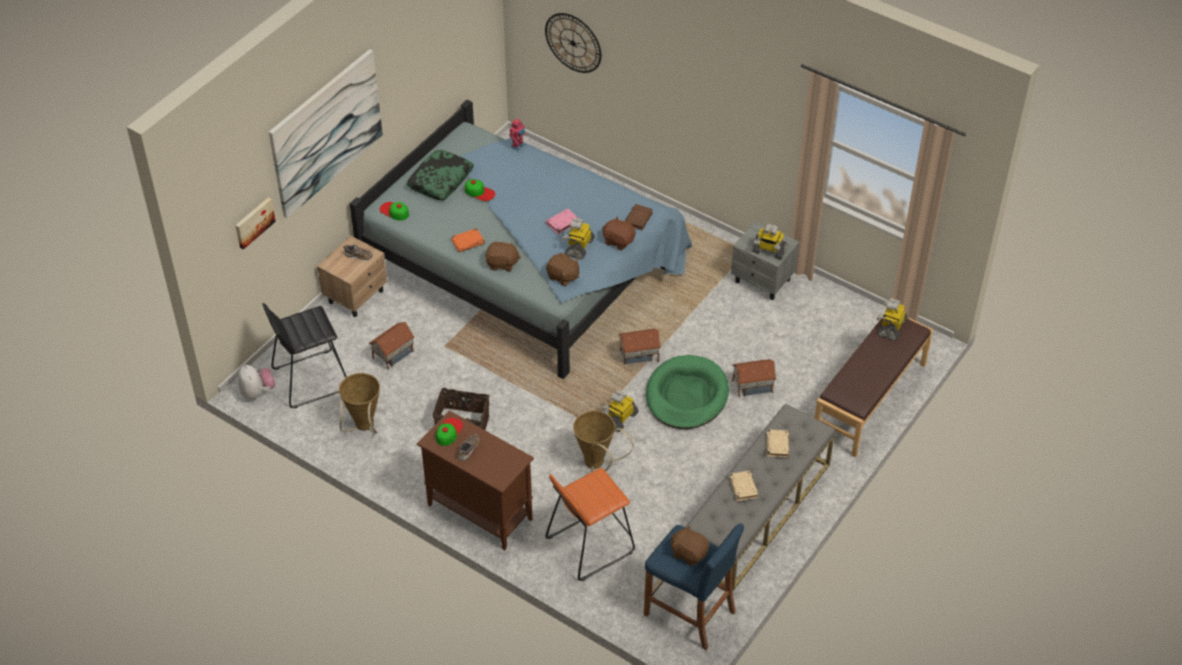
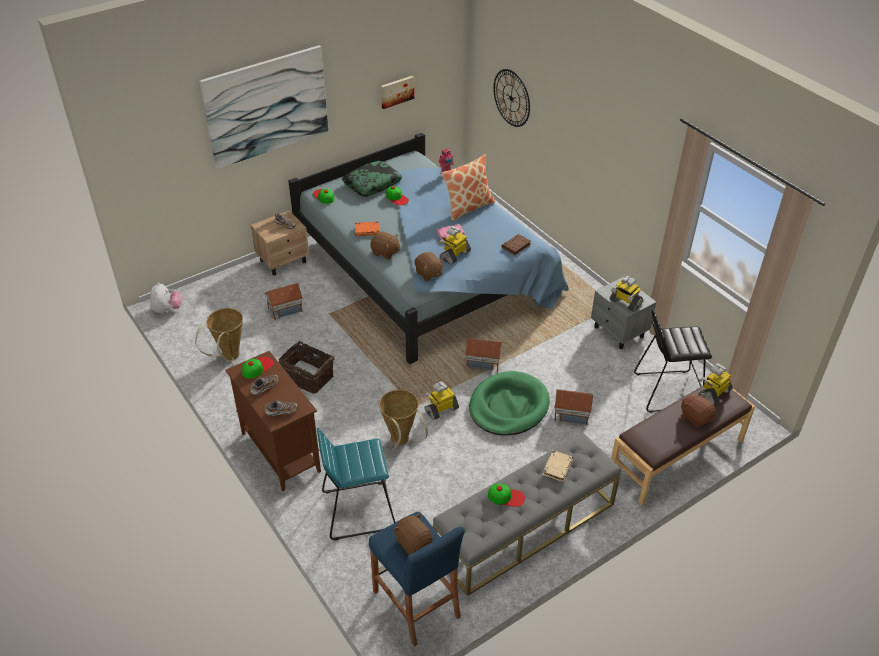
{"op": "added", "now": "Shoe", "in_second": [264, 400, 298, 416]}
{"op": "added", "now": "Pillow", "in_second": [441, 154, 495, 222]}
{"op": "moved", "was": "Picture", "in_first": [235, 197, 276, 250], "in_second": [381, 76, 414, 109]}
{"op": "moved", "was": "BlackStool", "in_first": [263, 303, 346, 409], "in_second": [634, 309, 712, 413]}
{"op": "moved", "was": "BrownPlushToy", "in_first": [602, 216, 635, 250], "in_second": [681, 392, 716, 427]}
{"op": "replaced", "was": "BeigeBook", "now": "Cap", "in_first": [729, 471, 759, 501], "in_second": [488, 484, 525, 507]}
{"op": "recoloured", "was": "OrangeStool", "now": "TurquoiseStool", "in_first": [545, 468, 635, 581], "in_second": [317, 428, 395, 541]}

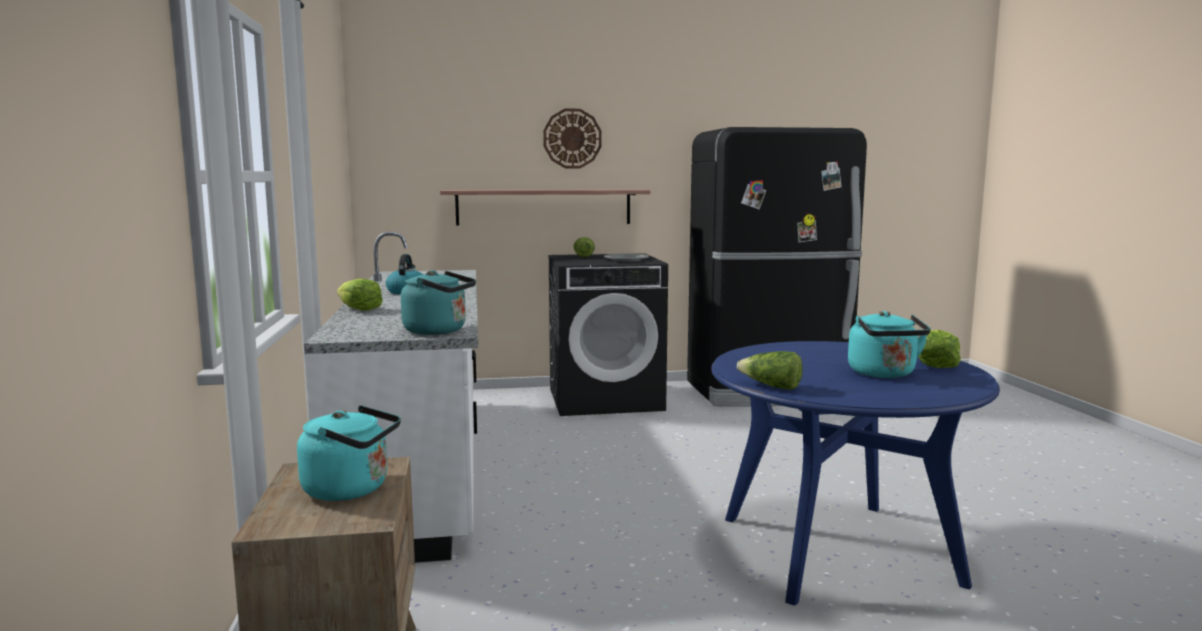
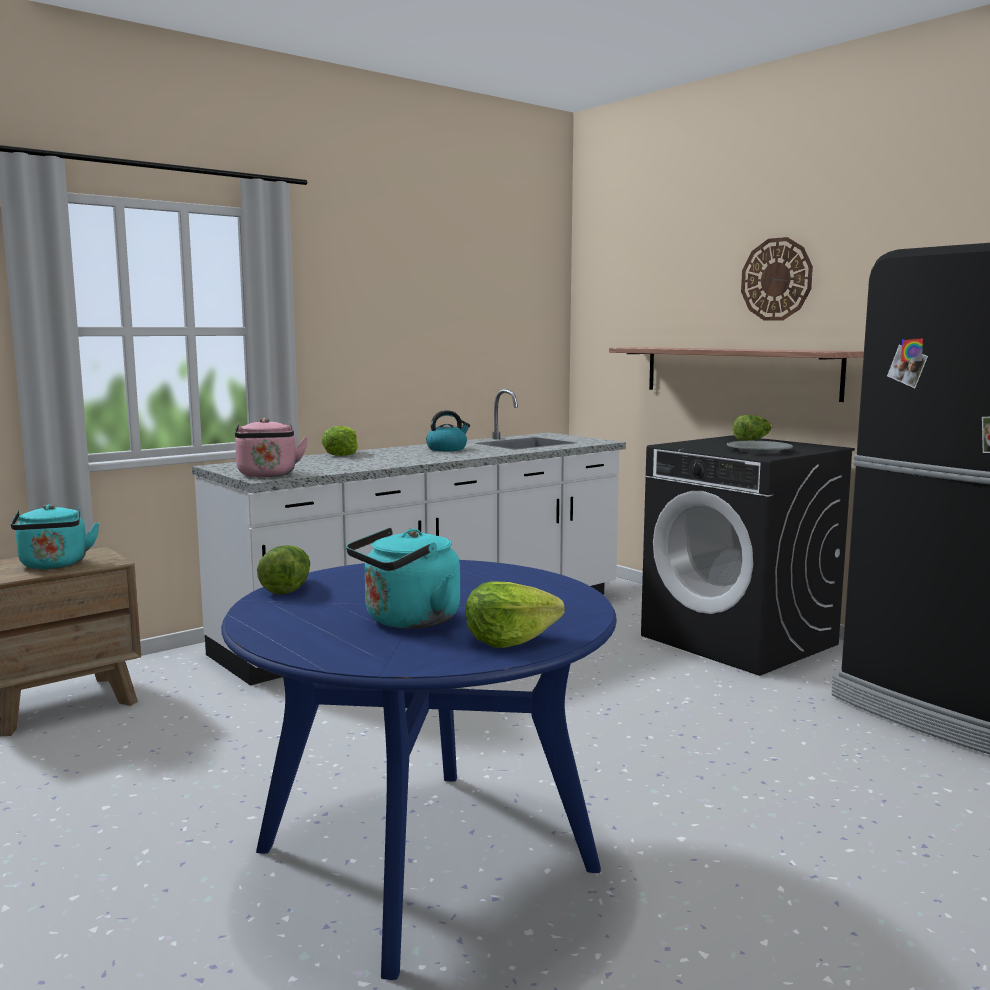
{"op": "recoloured", "was": "TurquoiseKettle", "now": "PinkKettle", "in_first": [401, 270, 476, 335], "in_second": [235, 418, 308, 477]}

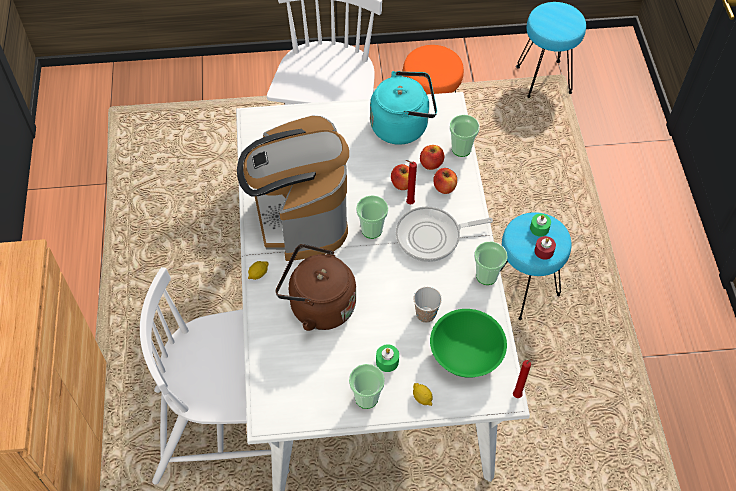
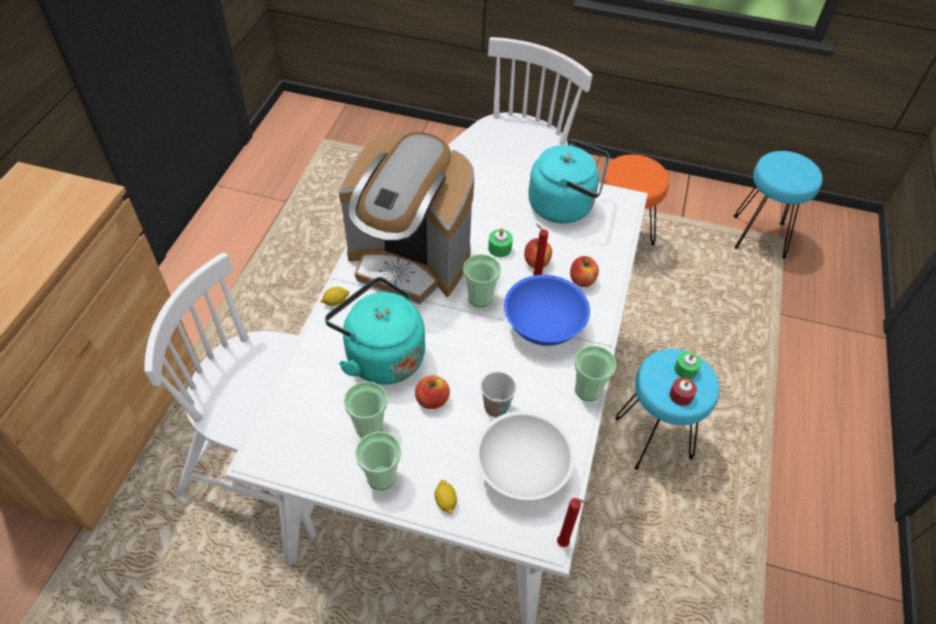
{"op": "moved", "was": "GreenCandle", "in_first": [376, 345, 399, 372], "in_second": [488, 228, 513, 257]}
{"op": "moved", "was": "Apple", "in_first": [420, 145, 444, 170], "in_second": [415, 376, 450, 409]}
{"op": "moved", "was": "Cup", "in_first": [450, 115, 480, 157], "in_second": [344, 381, 388, 437]}
{"op": "replaced", "was": "FryingPan", "now": "BlueBowl", "in_first": [396, 206, 493, 262], "in_second": [504, 275, 590, 346]}
{"op": "recoloured", "was": "BrownKettle", "now": "TurquoiseKettle", "in_first": [276, 244, 356, 331], "in_second": [325, 277, 425, 385]}
{"op": "recoloured", "was": "GreenBowl", "now": "WhiteBowl", "in_first": [430, 309, 507, 378], "in_second": [475, 411, 574, 500]}
{"op": "turned", "was": "CoffeeMachine", "in_first": [237, 116, 349, 261], "in_second": [339, 132, 474, 304], "clockwise": -75}

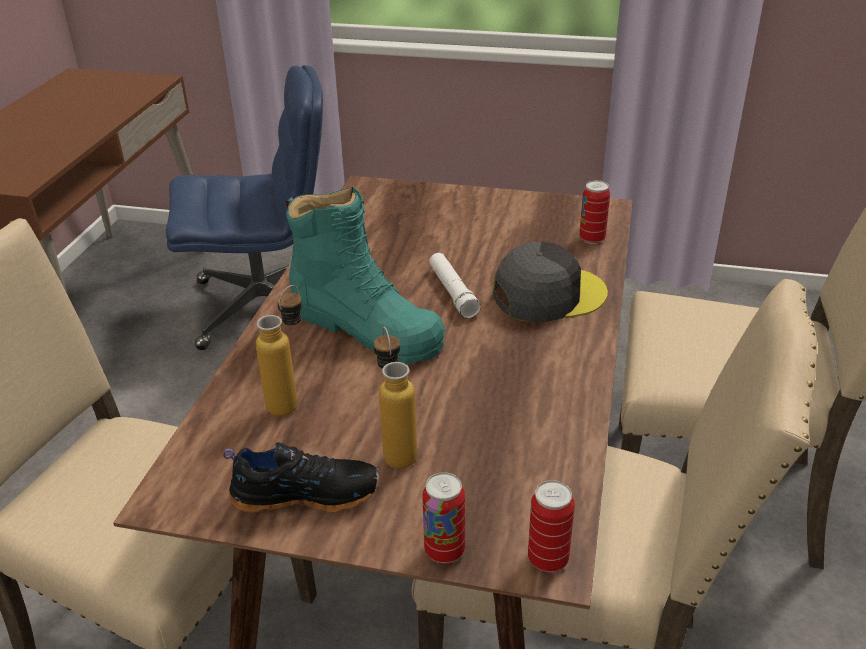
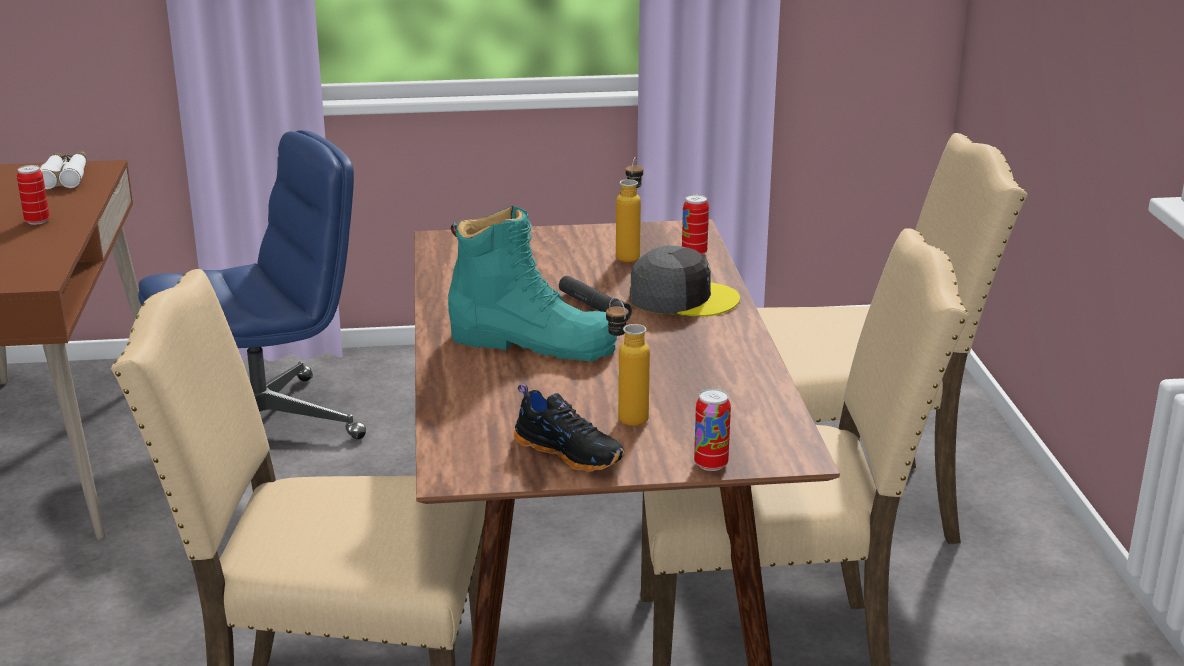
{"op": "added", "now": "WhiteBinoculars", "in_second": [40, 152, 87, 189]}
{"op": "moved", "was": "Bottle", "in_first": [256, 285, 302, 416], "in_second": [616, 157, 643, 262]}
{"op": "moved", "was": "Can", "in_first": [528, 480, 575, 572], "in_second": [17, 165, 50, 225]}
{"op": "recoloured", "was": "WhiteFlashlight", "now": "BlackFlashlight", "in_first": [429, 253, 481, 318], "in_second": [559, 276, 632, 322]}
{"op": "turned", "was": "BlackShoe", "in_first": [224, 442, 380, 513], "in_second": [513, 383, 625, 472], "clockwise": 60}
{"op": "turned", "was": "GreyCap", "in_first": [493, 242, 608, 322], "in_second": [630, 246, 740, 317], "clockwise": 45}

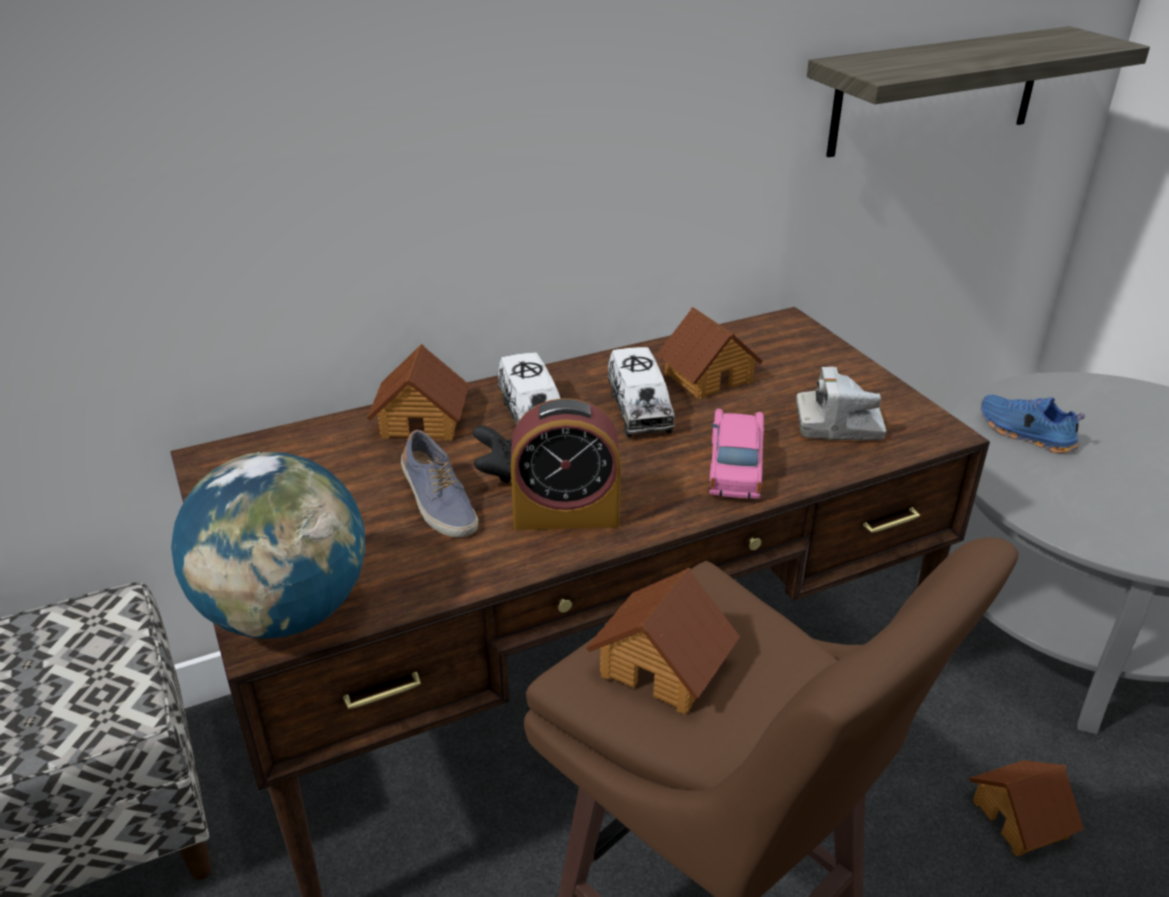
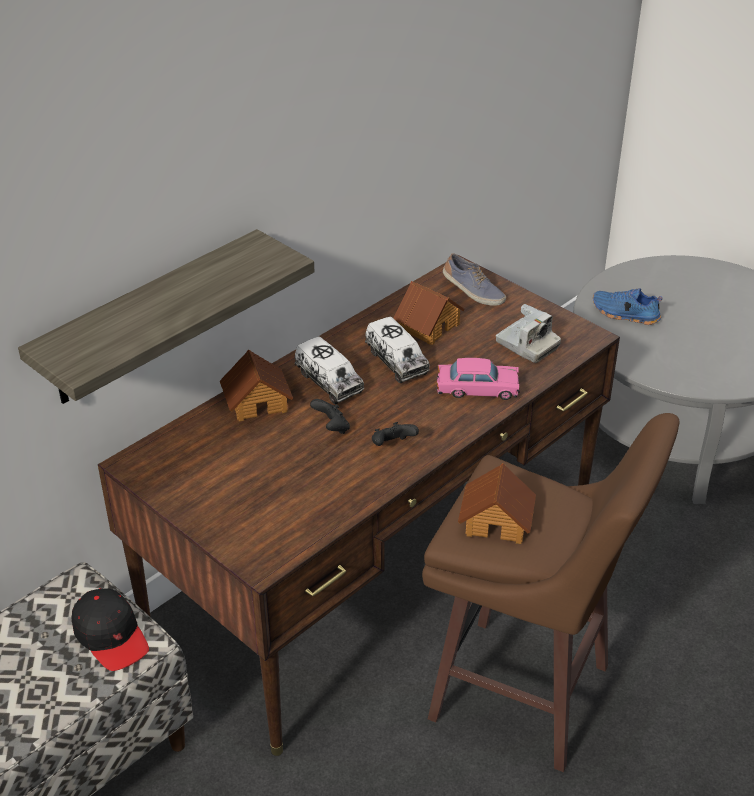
{"op": "removed", "was": "Globe", "in_first": [171, 452, 365, 638]}
{"op": "removed", "was": "ToyHouse", "in_first": [969, 760, 1084, 856]}
{"op": "added", "now": "BlackCap", "in_second": [72, 588, 149, 671]}
{"op": "moved", "was": "Shoe", "in_first": [401, 430, 478, 537], "in_second": [443, 253, 506, 306]}
{"op": "moved", "was": "Shelf", "in_first": [807, 26, 1150, 157], "in_second": [18, 229, 314, 404]}
{"op": "replaced", "was": "AlarmClock", "now": "BlackGameController", "in_first": [511, 398, 621, 530], "in_second": [372, 422, 419, 446]}
{"op": "turned", "was": "PinkToyCar", "in_first": [709, 409, 764, 499], "in_second": [437, 358, 520, 400], "clockwise": 105}
{"op": "turned", "was": "PhotoCamera", "in_first": [796, 367, 886, 441], "in_second": [496, 304, 561, 363], "clockwise": -120}

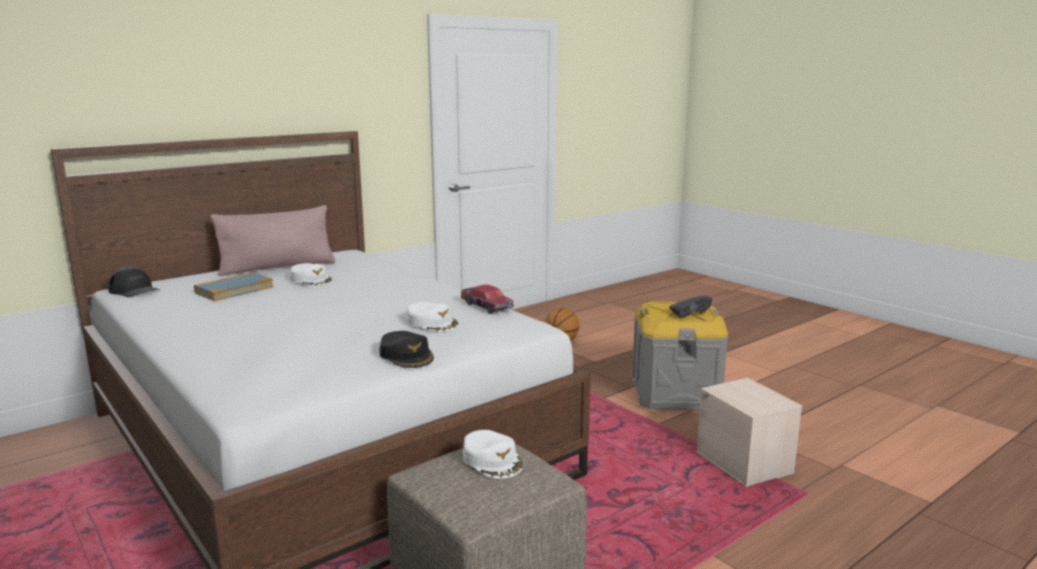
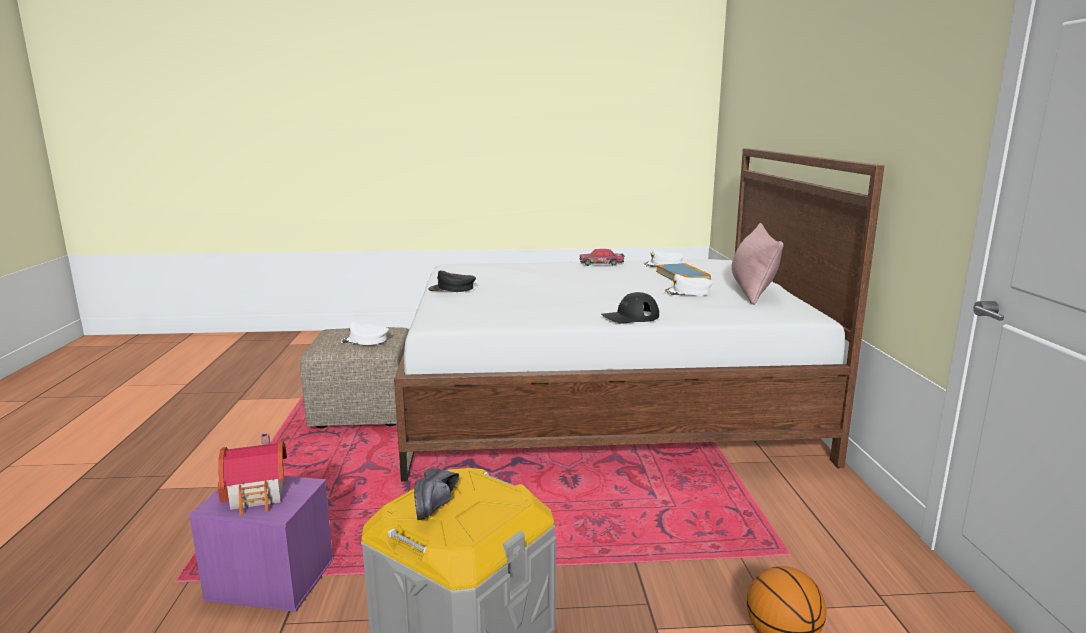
{"op": "added", "now": "ToyHouse", "in_second": [218, 433, 287, 516]}
{"op": "moved", "was": "BlackCap", "in_first": [108, 267, 160, 297], "in_second": [601, 292, 659, 324]}
{"op": "moved", "was": "WhiteCap", "in_first": [406, 302, 459, 332], "in_second": [643, 250, 684, 267]}
{"op": "moved", "was": "ToyCar", "in_first": [461, 285, 514, 314], "in_second": [580, 249, 625, 266]}
{"op": "recoloured", "was": "BeigeStorageBox", "now": "PurpleStorageBox", "in_first": [696, 378, 802, 487], "in_second": [189, 476, 334, 612]}

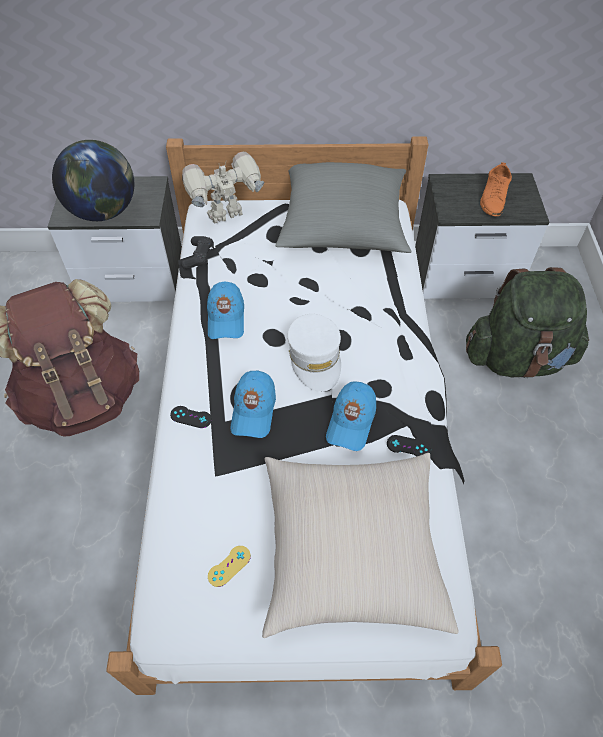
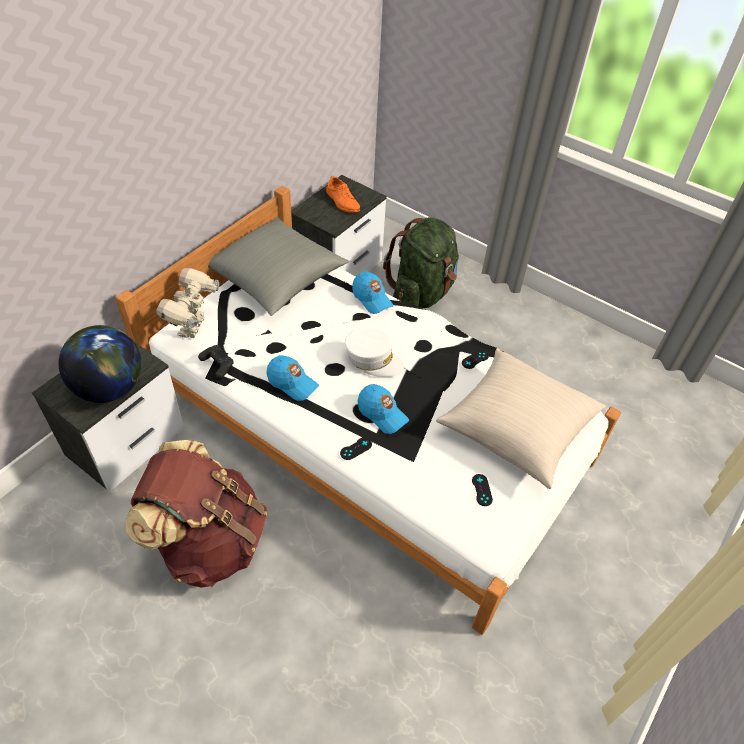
{"op": "moved", "was": "BlueCap", "in_first": [326, 381, 376, 451], "in_second": [352, 271, 394, 314]}
{"op": "recoloured", "was": "YellowGameController", "now": "BlackGameController", "in_first": [208, 546, 251, 587], "in_second": [472, 474, 493, 506]}

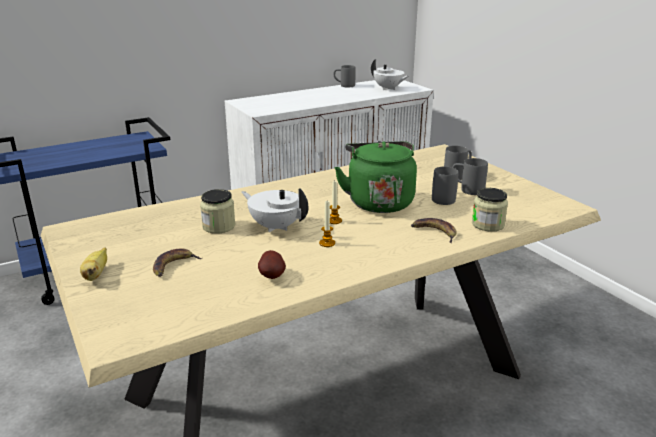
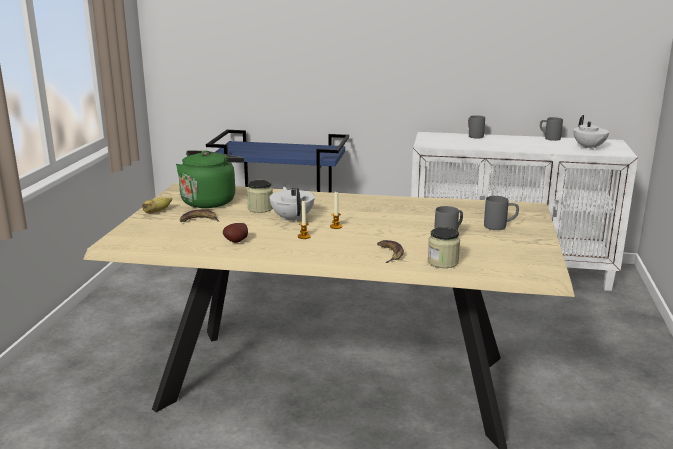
{"op": "moved", "was": "GreenKettle", "in_first": [334, 141, 417, 213], "in_second": [176, 151, 244, 208]}
{"op": "moved", "was": "GreyMug", "in_first": [452, 158, 488, 195], "in_second": [468, 115, 485, 138]}

